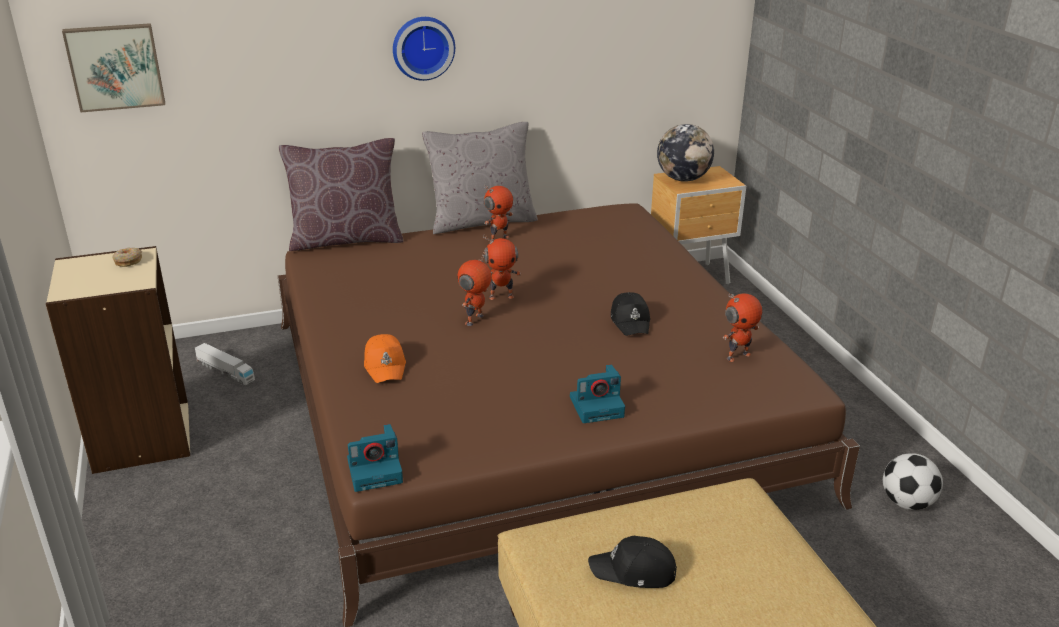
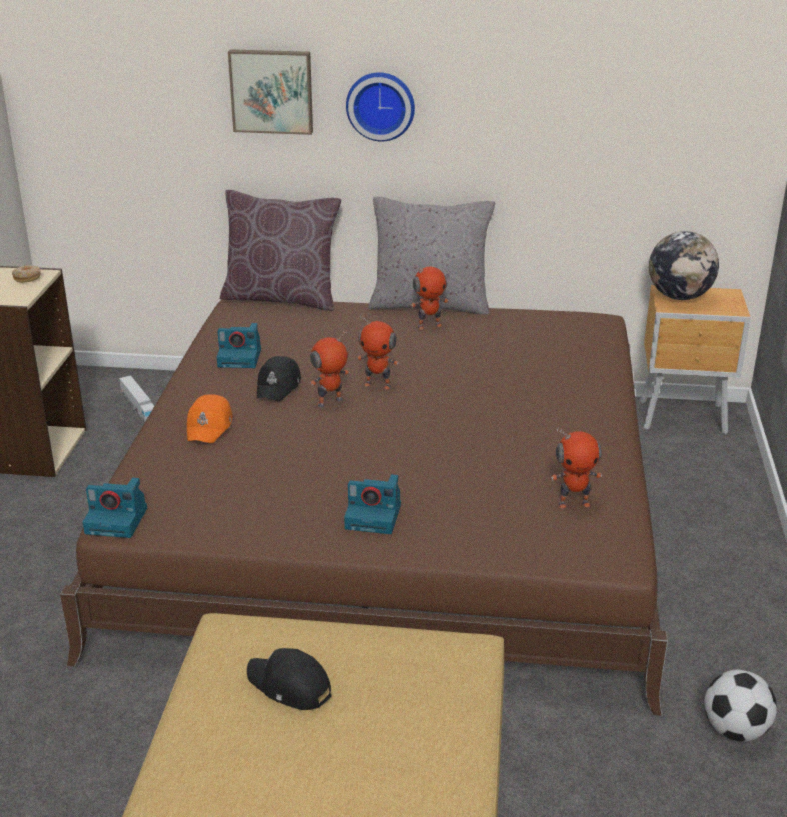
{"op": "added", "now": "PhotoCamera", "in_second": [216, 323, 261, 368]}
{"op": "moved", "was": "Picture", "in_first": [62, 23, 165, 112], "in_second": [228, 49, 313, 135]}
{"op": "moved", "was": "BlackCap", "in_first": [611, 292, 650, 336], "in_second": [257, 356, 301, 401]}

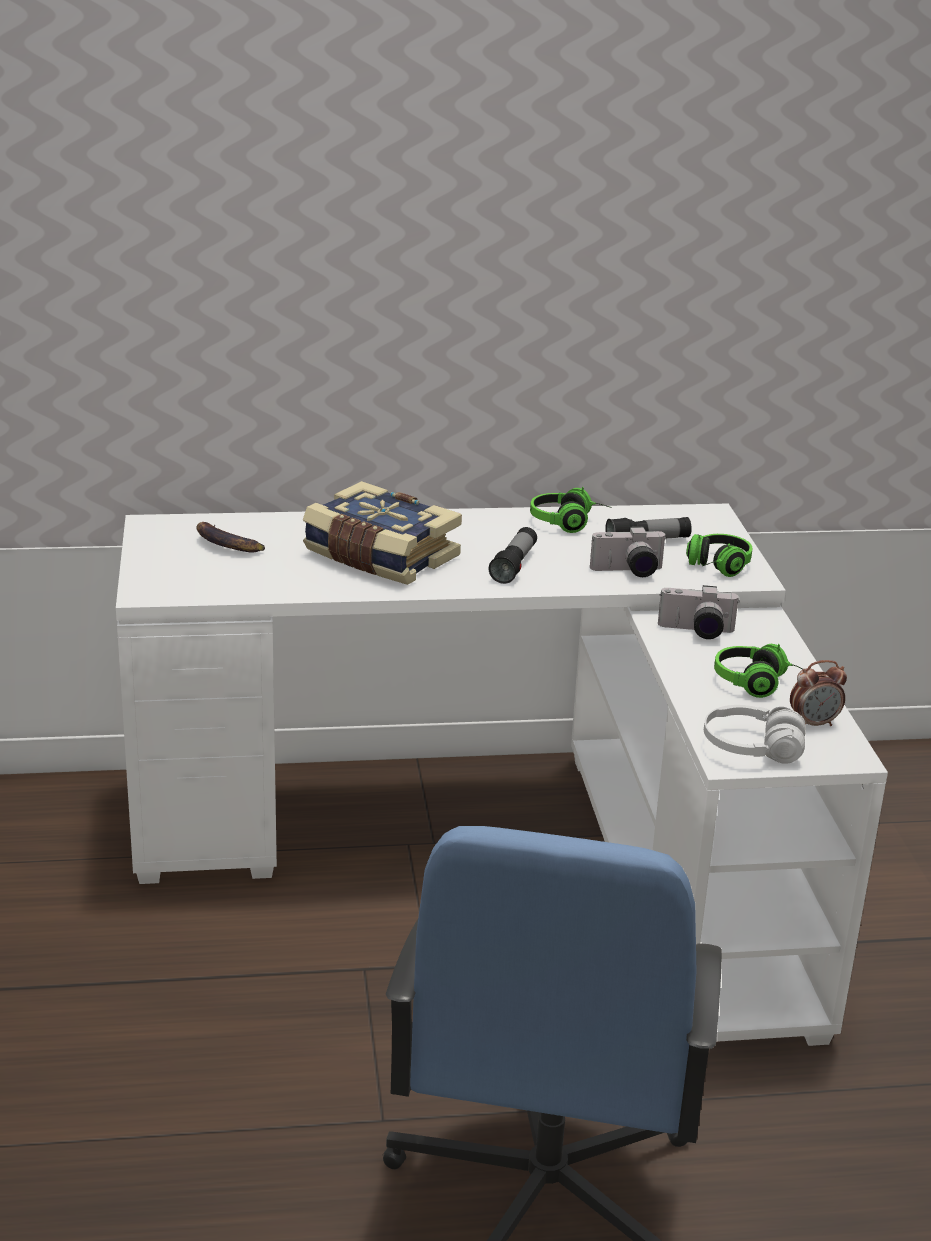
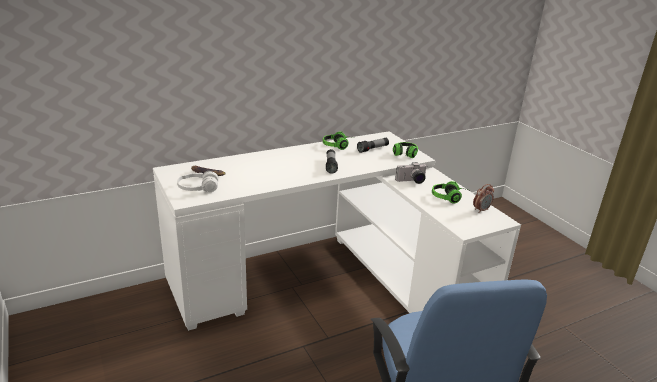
{"op": "removed", "was": "Book", "in_first": [303, 481, 462, 585]}
{"op": "removed", "was": "PhotoCamera", "in_first": [590, 526, 667, 577]}
{"op": "moved", "was": "WhiteHeadphones", "in_first": [704, 705, 806, 764], "in_second": [177, 171, 218, 192]}

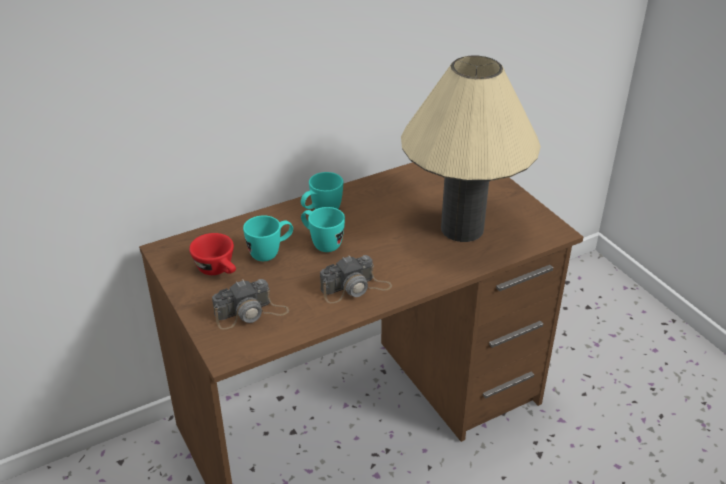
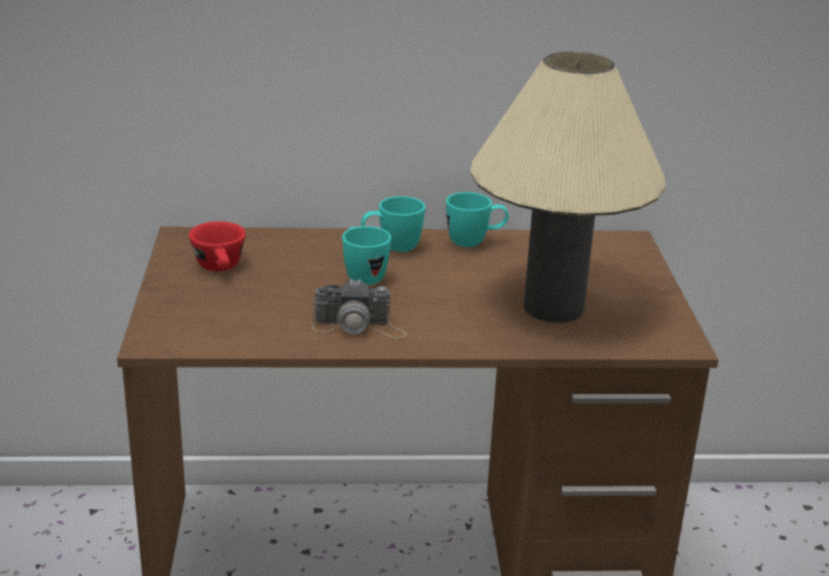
{"op": "removed", "was": "PhotoCamera", "in_first": [212, 279, 289, 329]}
{"op": "moved", "was": "TurquoiseMug", "in_first": [243, 216, 293, 261], "in_second": [446, 192, 509, 247]}

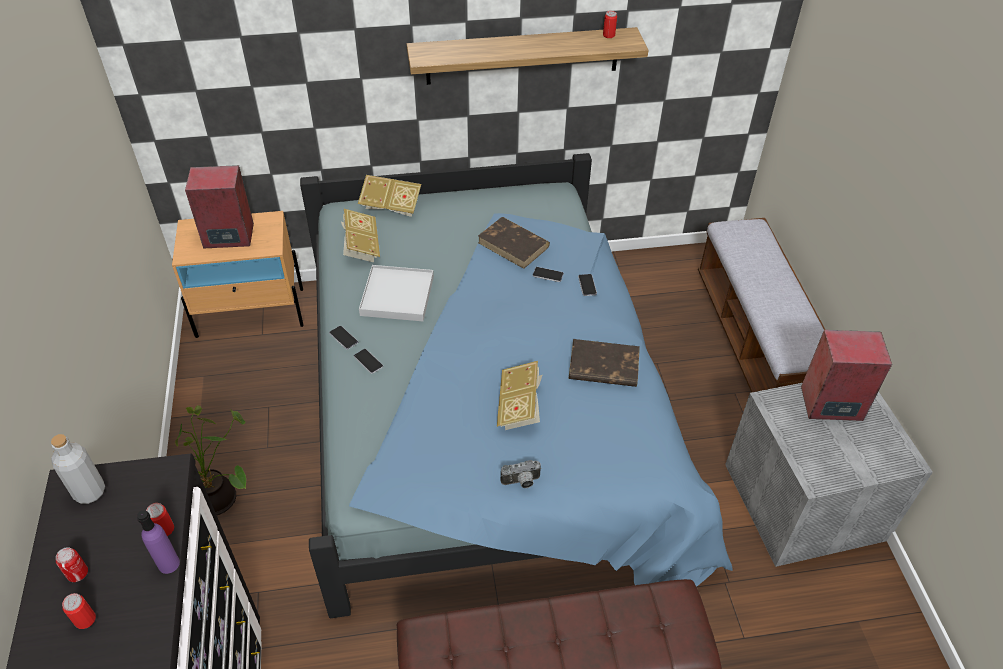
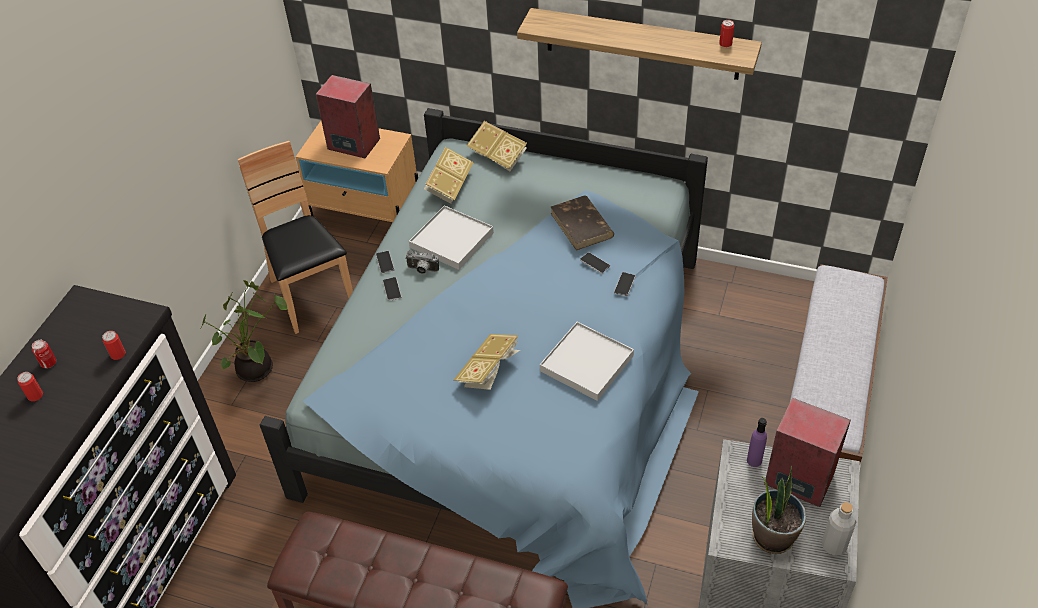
{"op": "added", "now": "BrownChair", "in_second": [238, 141, 353, 334]}
{"op": "added", "now": "PottedPlant", "in_second": [752, 466, 806, 554]}
{"op": "moved", "was": "GreyBottle", "in_first": [51, 434, 105, 504], "in_second": [821, 502, 856, 556]}
{"op": "moved", "was": "PurpleBottle", "in_first": [137, 510, 180, 574], "in_second": [747, 418, 767, 467]}
{"op": "moved", "was": "PhotoCamera", "in_first": [501, 460, 542, 488], "in_second": [405, 250, 439, 274]}
{"op": "replaced", "was": "BrownBook", "now": "WhiteTray", "in_first": [569, 339, 640, 387], "in_second": [540, 322, 634, 401]}

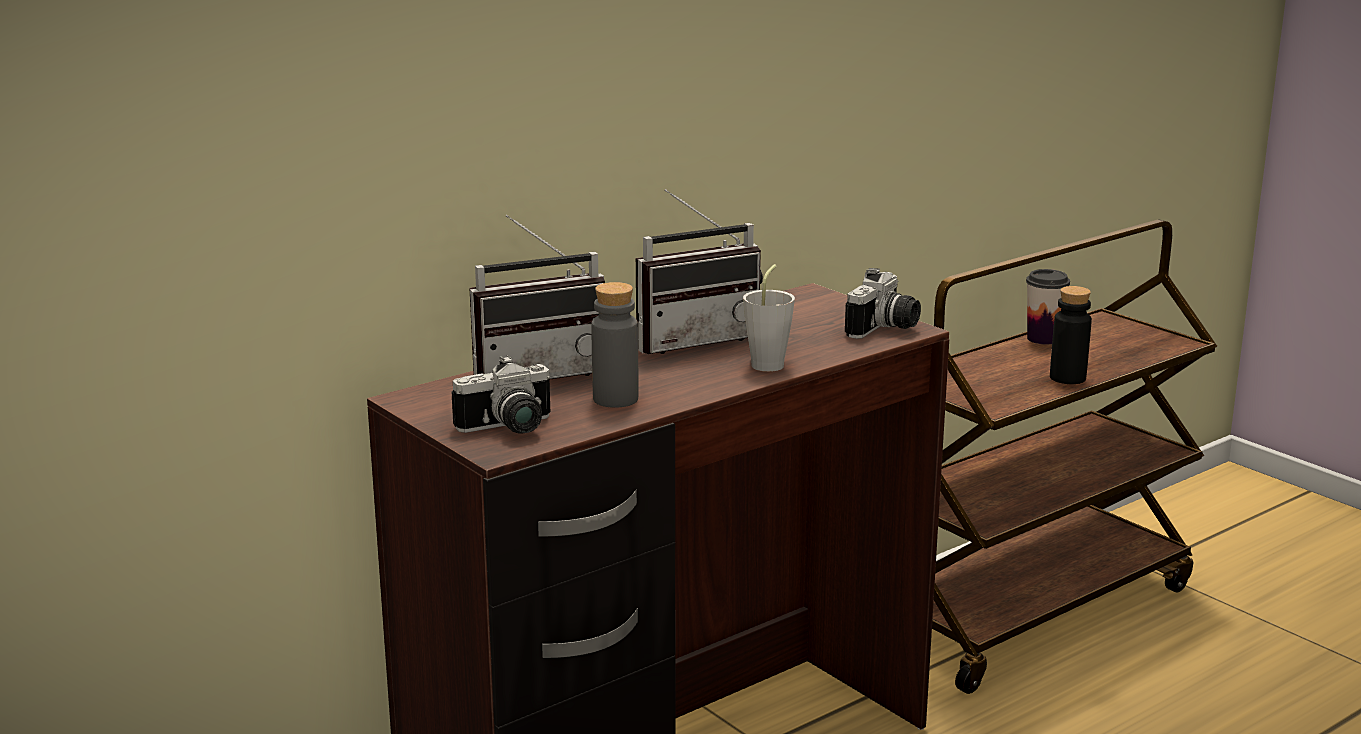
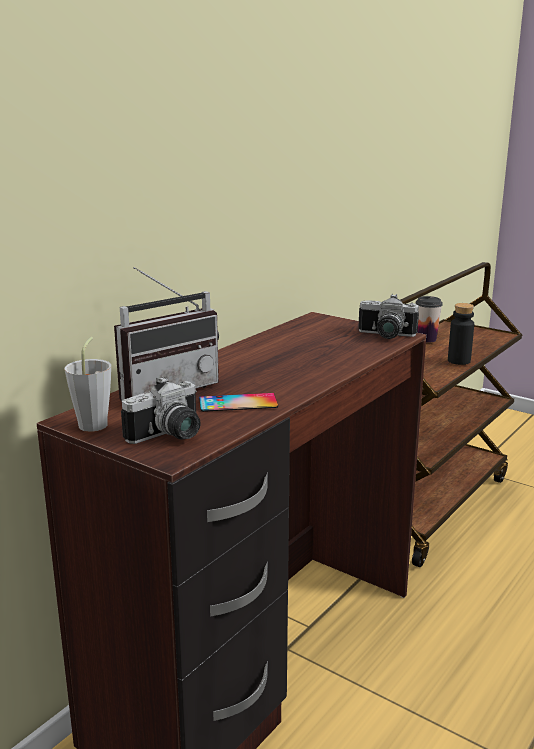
{"op": "removed", "was": "Radio", "in_first": [636, 189, 763, 354]}
{"op": "moved", "was": "GreyCup", "in_first": [743, 264, 795, 372], "in_second": [65, 337, 111, 432]}
{"op": "replaced", "was": "GreyBottle", "now": "Phone", "in_first": [591, 282, 639, 408], "in_second": [199, 393, 278, 412]}
{"op": "turned", "was": "PhotoCamera", "in_first": [845, 268, 921, 339], "in_second": [358, 294, 419, 339], "clockwise": 90}

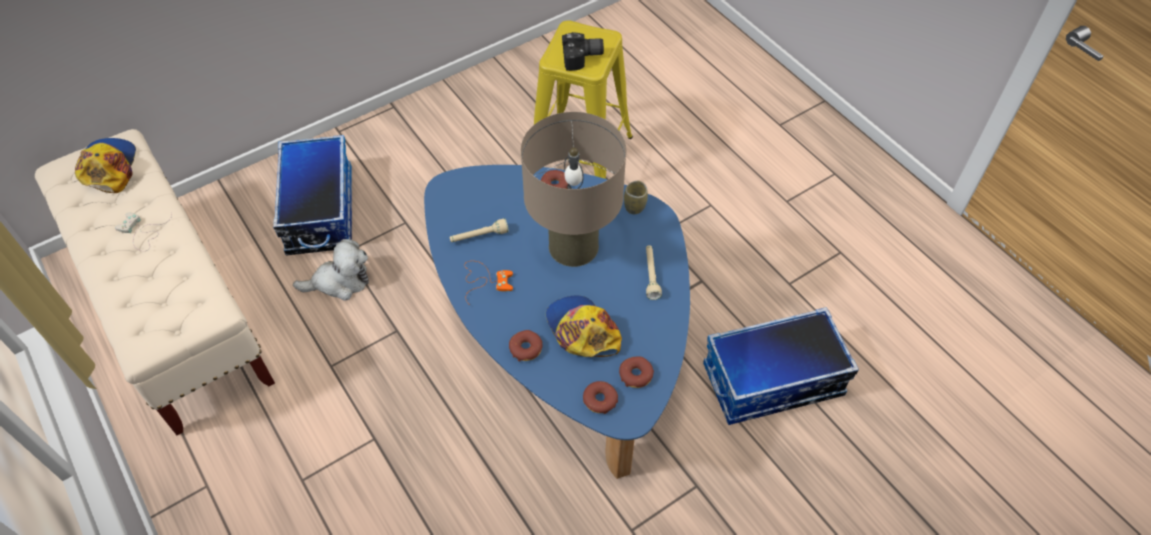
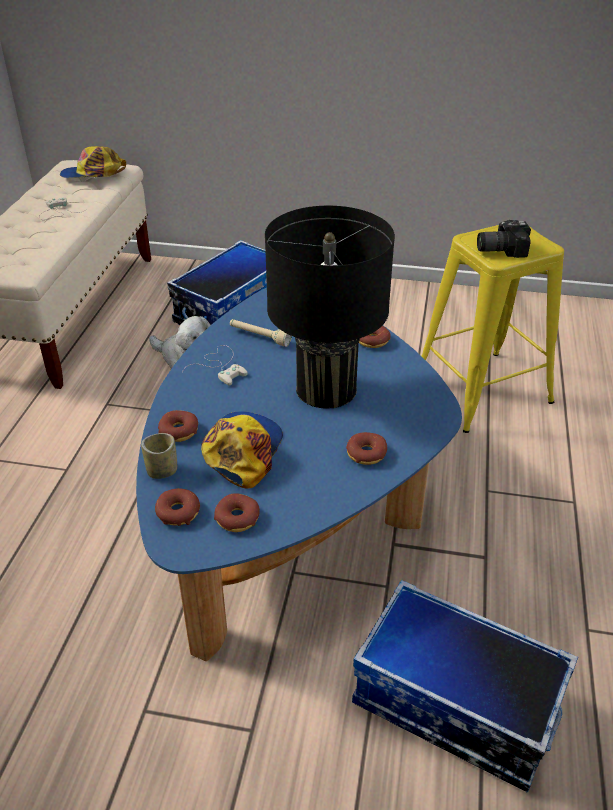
{"op": "moved", "was": "Cup", "in_first": [624, 181, 648, 214], "in_second": [141, 433, 177, 479]}
{"op": "replaced", "was": "BeigeFlashlight", "now": "Donut", "in_first": [646, 245, 662, 300], "in_second": [346, 432, 387, 465]}
{"op": "recoloured", "was": "OrangeGameController", "now": "WhiteGameController", "in_first": [464, 261, 513, 305], "in_second": [182, 345, 248, 386]}
{"op": "recoloured", "was": "BeigeTableLamp", "now": "BlackTableLamp", "in_first": [521, 112, 626, 267], "in_second": [265, 206, 395, 409]}
{"op": "turned", "was": "Cap", "in_first": [75, 138, 136, 193], "in_second": [60, 146, 126, 178], "clockwise": -135}
{"op": "turned", "was": "PhotoCamera", "in_first": [562, 32, 604, 71], "in_second": [477, 220, 531, 258], "clockwise": 135}

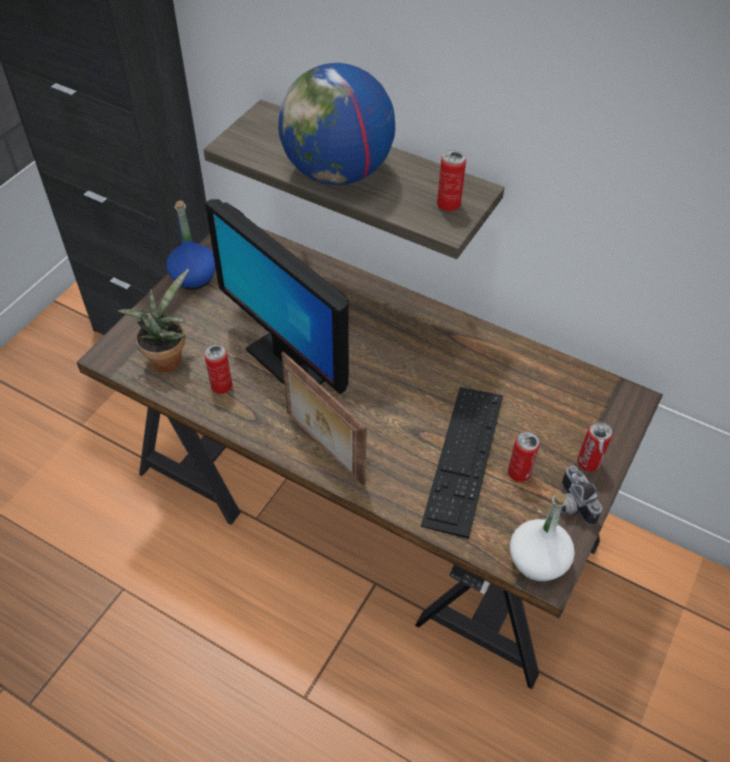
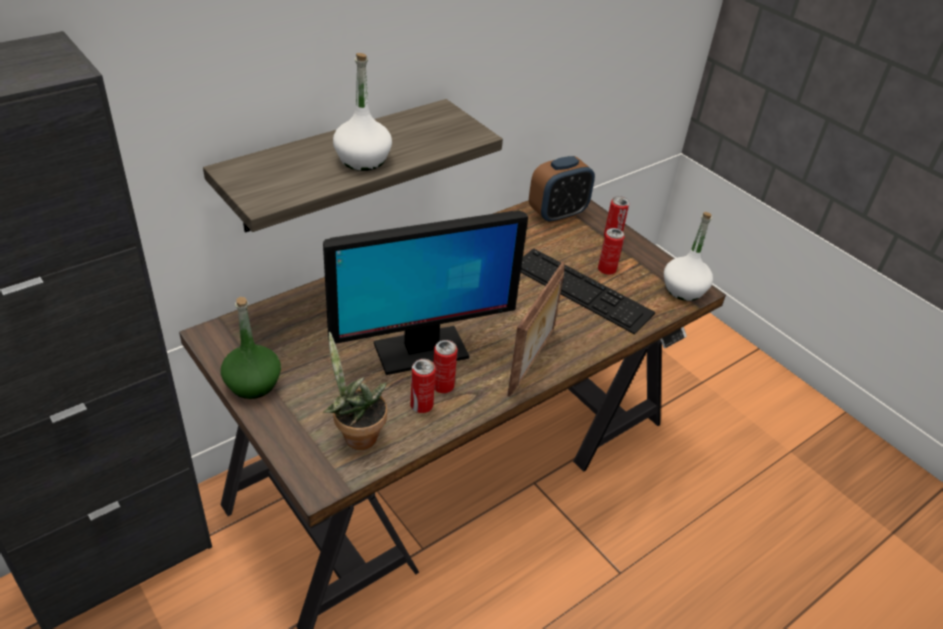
{"op": "removed", "was": "PhotoCamera", "in_first": [561, 465, 602, 526]}
{"op": "added", "now": "AlarmClock", "in_second": [529, 156, 595, 224]}
{"op": "moved", "was": "Can", "in_first": [437, 150, 466, 211], "in_second": [433, 340, 457, 393]}
{"op": "replaced", "was": "Globe", "now": "WhiteBottle", "in_first": [278, 63, 395, 185], "in_second": [333, 53, 392, 171]}
{"op": "recoloured", "was": "BlueBottle", "now": "GreenBottle", "in_first": [166, 200, 216, 290], "in_second": [221, 297, 281, 399]}
{"op": "turned", "was": "PictureFrame", "in_first": [281, 351, 367, 486], "in_second": [507, 261, 565, 397], "clockwise": -45}

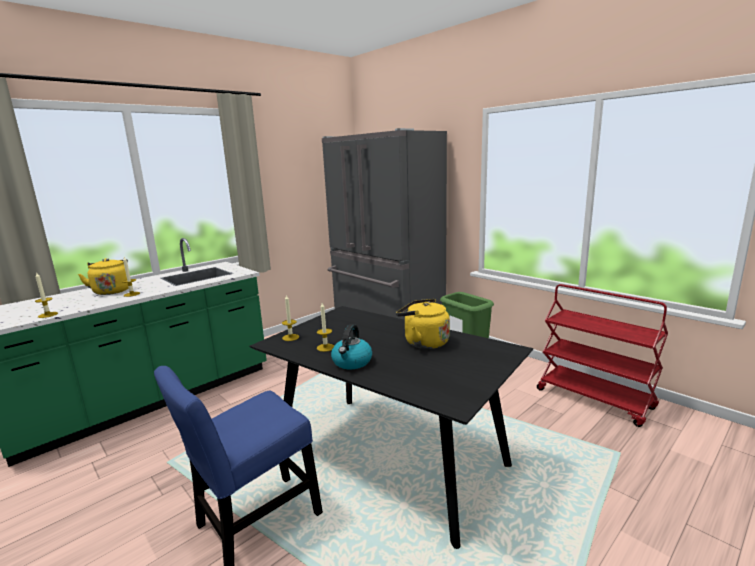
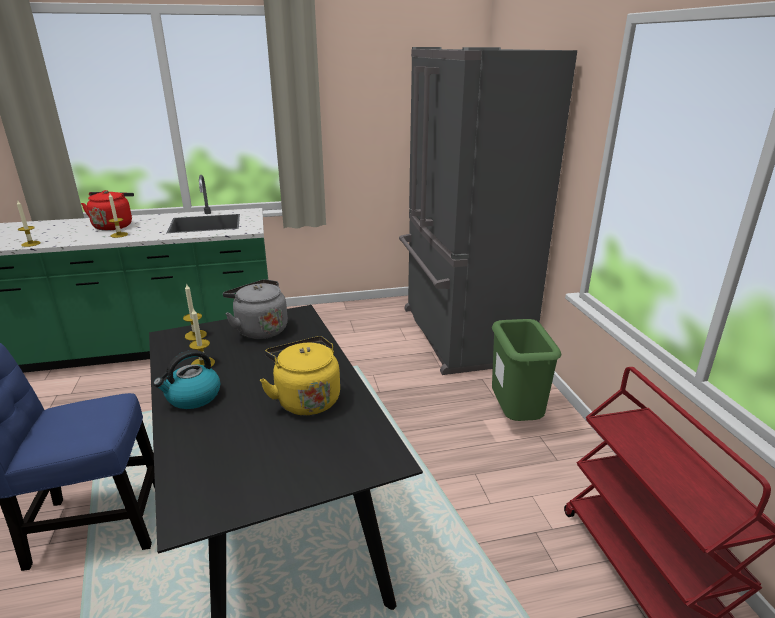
{"op": "added", "now": "GreyKettle", "in_second": [223, 279, 288, 339]}
{"op": "recoloured", "was": "YellowKettle", "now": "RedKettle", "in_first": [78, 258, 128, 295], "in_second": [81, 190, 134, 231]}

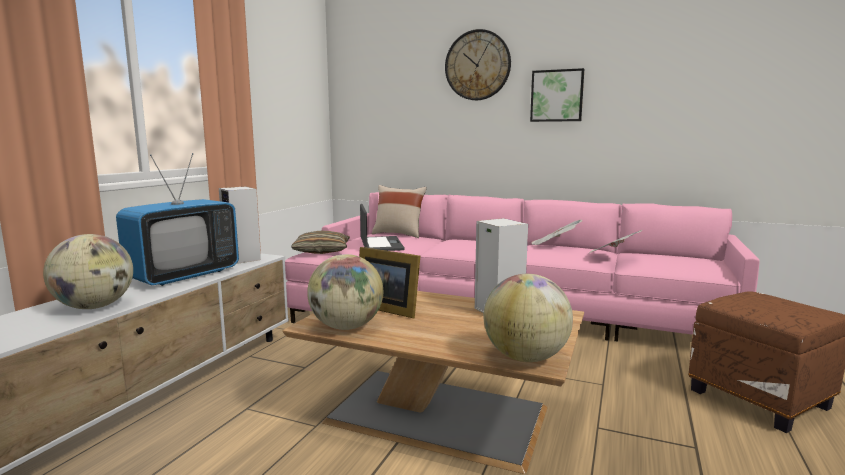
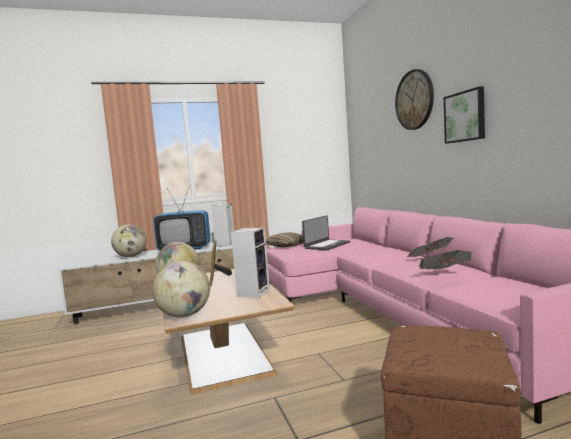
{"op": "removed", "was": "BeigePillow", "in_first": [372, 185, 427, 238]}

